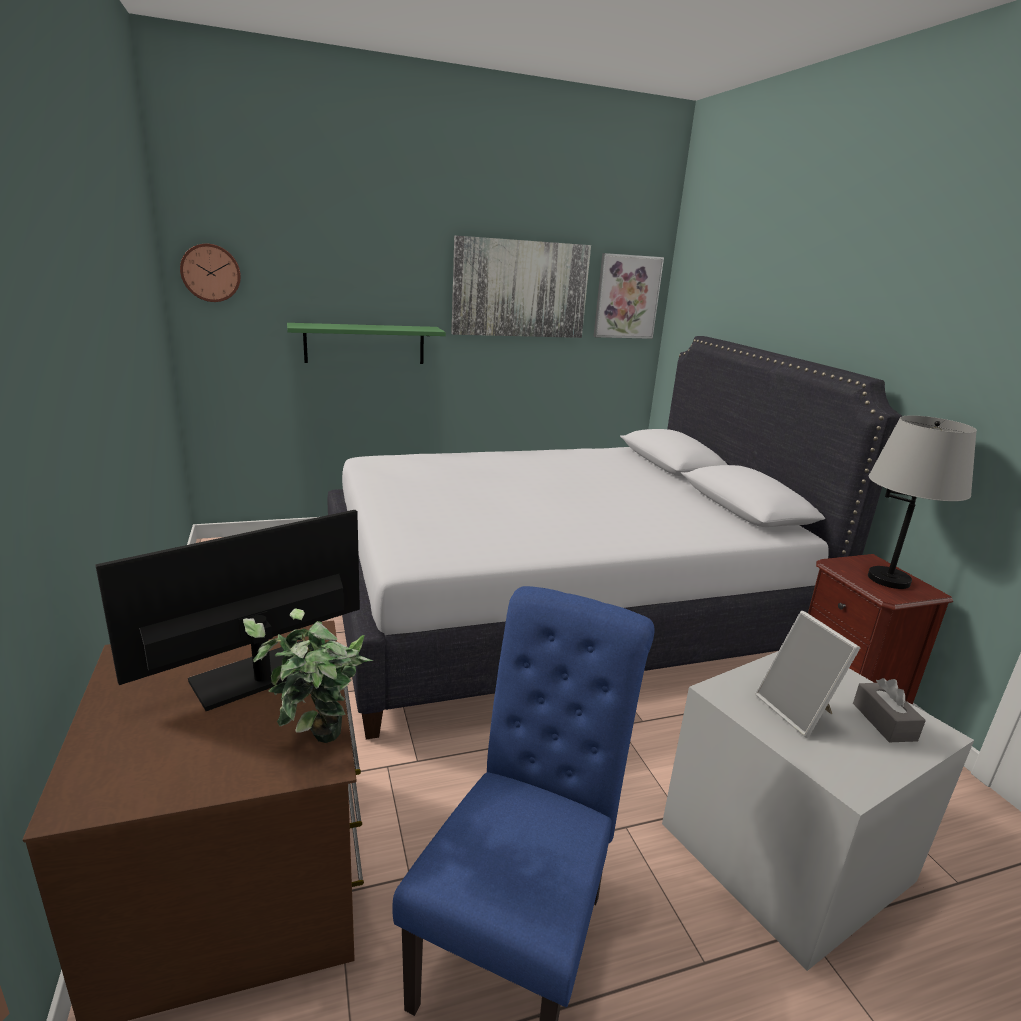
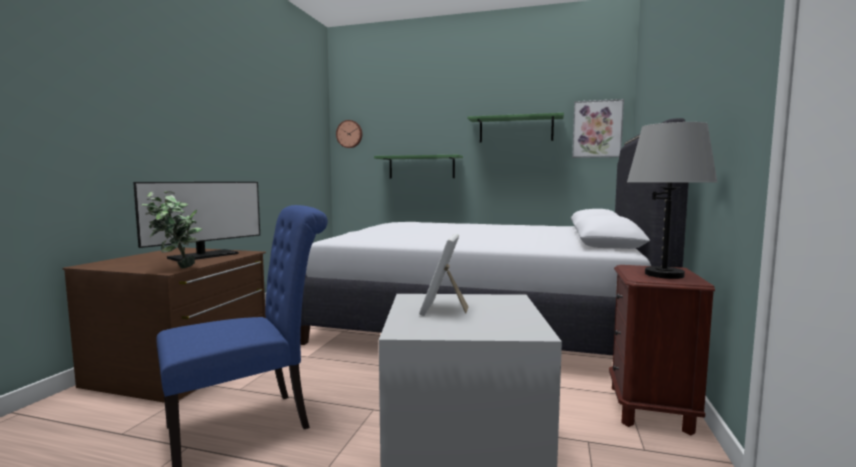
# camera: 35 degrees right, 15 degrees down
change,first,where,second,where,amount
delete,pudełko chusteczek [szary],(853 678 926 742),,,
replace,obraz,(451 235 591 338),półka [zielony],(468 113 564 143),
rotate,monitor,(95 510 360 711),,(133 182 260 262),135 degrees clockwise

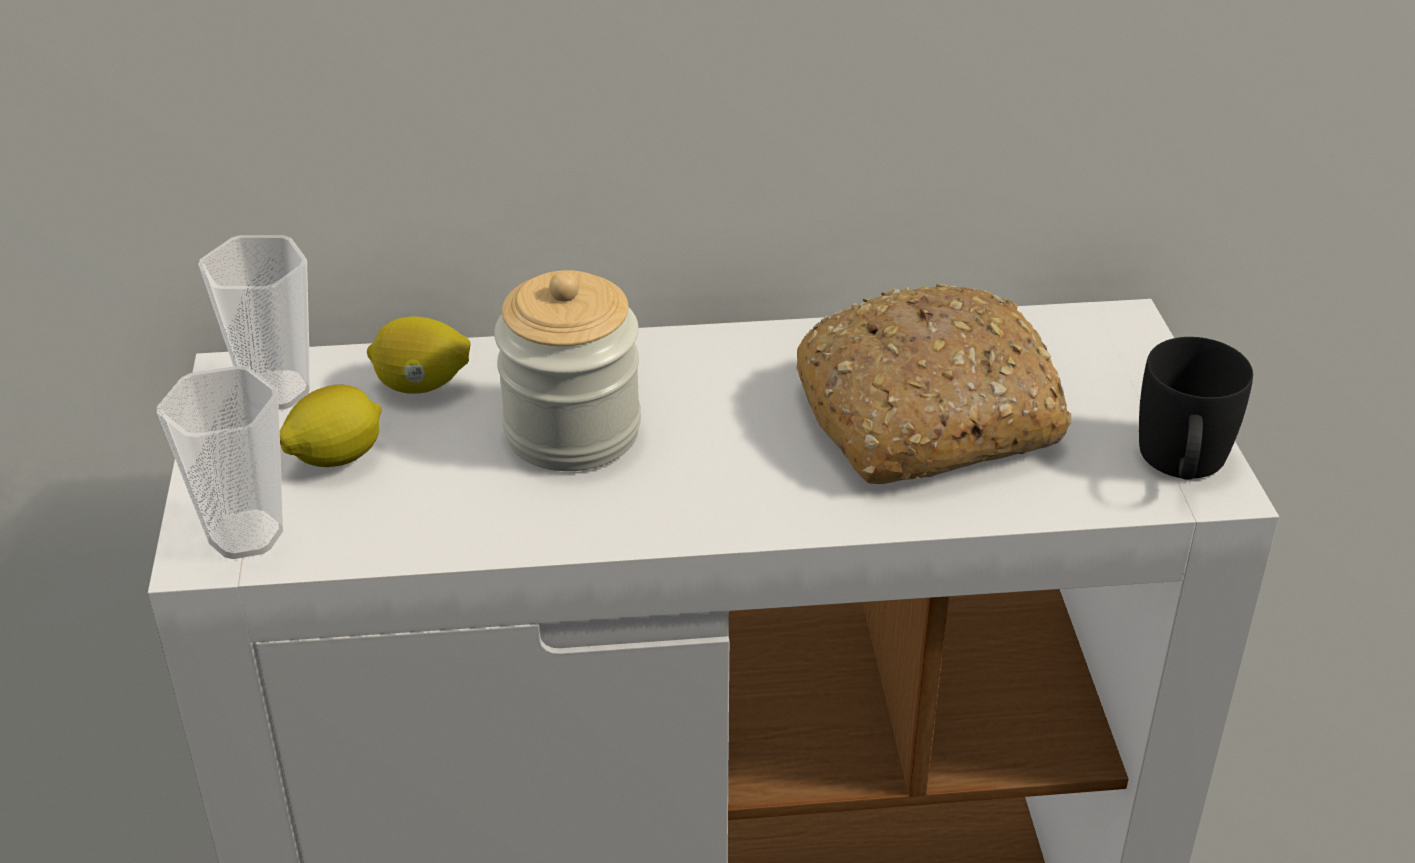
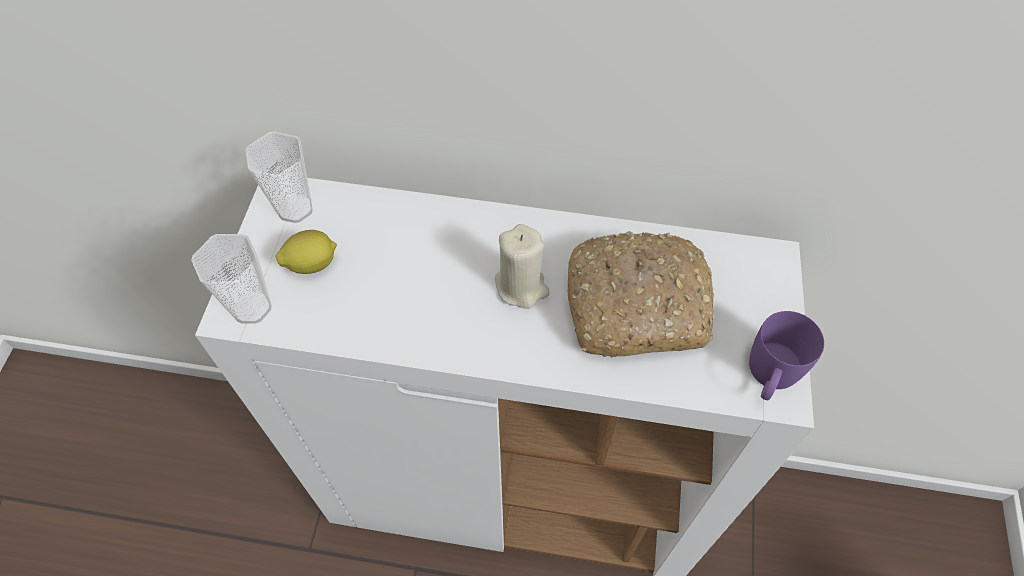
# camera: 15 degrees right, 20 degrees up
change,first,where,second,where,amount
delete,cytryna,(367 316 470 394),,,
delete,słoik,(494 270 641 471),,,
insert,,,świeca [beżowy],(495 224 550 309),
recolor,kubek [czarny],(1139 337 1253 480),kubek [fioletowy],(749 311 824 400),

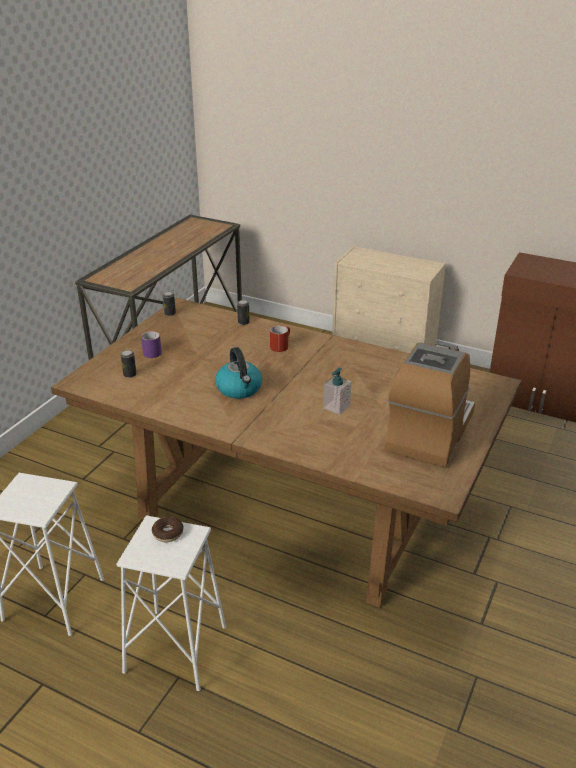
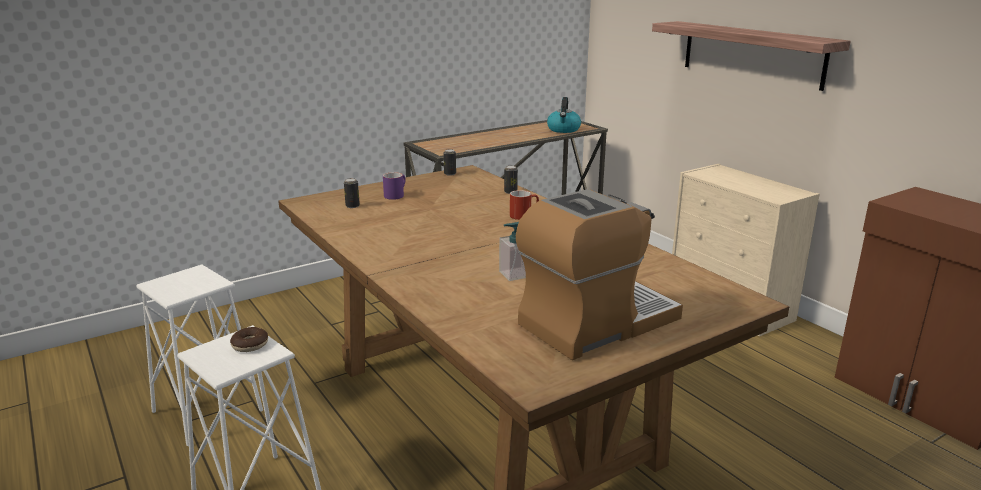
# camera: 30 degrees right, 10 degrees down
change,first,where,second,where,amount
insert,,,półka,(652 21 851 91),
move,czajnik,(215 347 262 399),,(547 97 581 133),

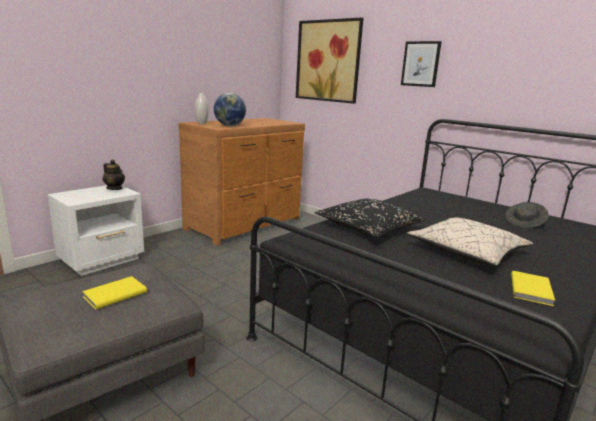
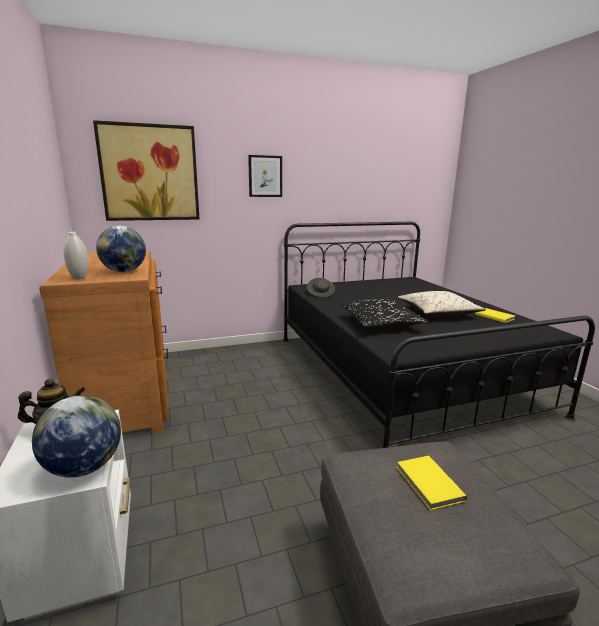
# camera: 60 degrees left, 0 degrees up
change,first,where,second,where,amount
insert,,,globus,(32 395 121 478),
move,kapelusz [szary],(506 202 549 228),,(307 278 335 297),

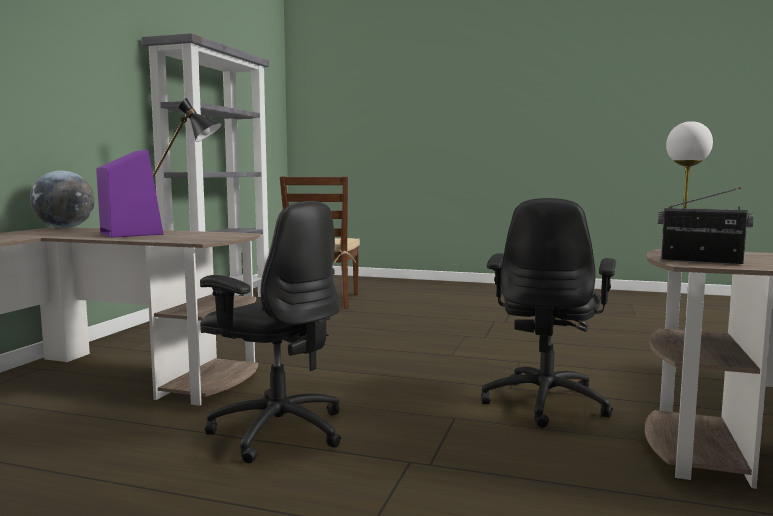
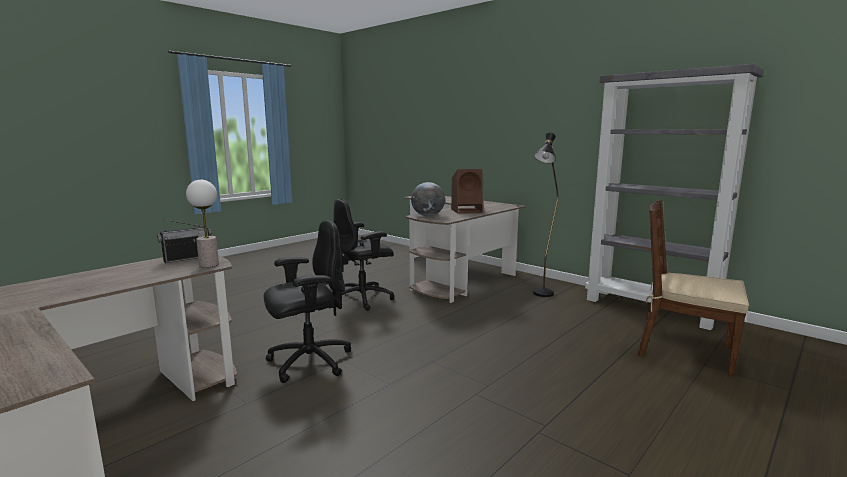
# camera: 115 degrees right, 5 degrees up
change,first,where,second,where,amount
move,globus,(30 171 95 228),,(411 182 445 216),
recolor,głośnik [fioletowy],(96 150 163 238),głośnik [brązowy],(451 169 483 214),
rotate,krzesło biurowe [czarny],(481 198 616 428),,(263 220 351 383),105 degrees clockwise

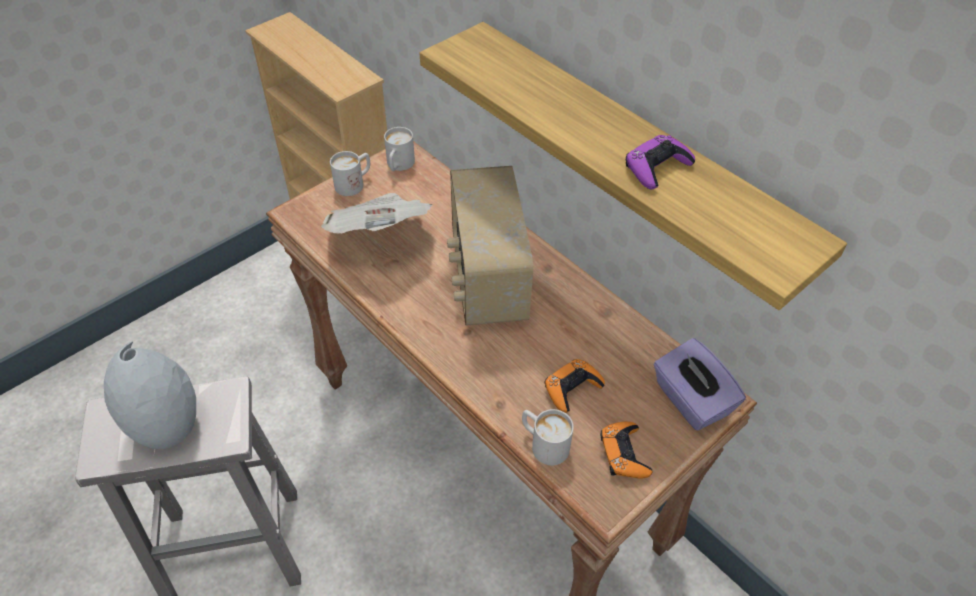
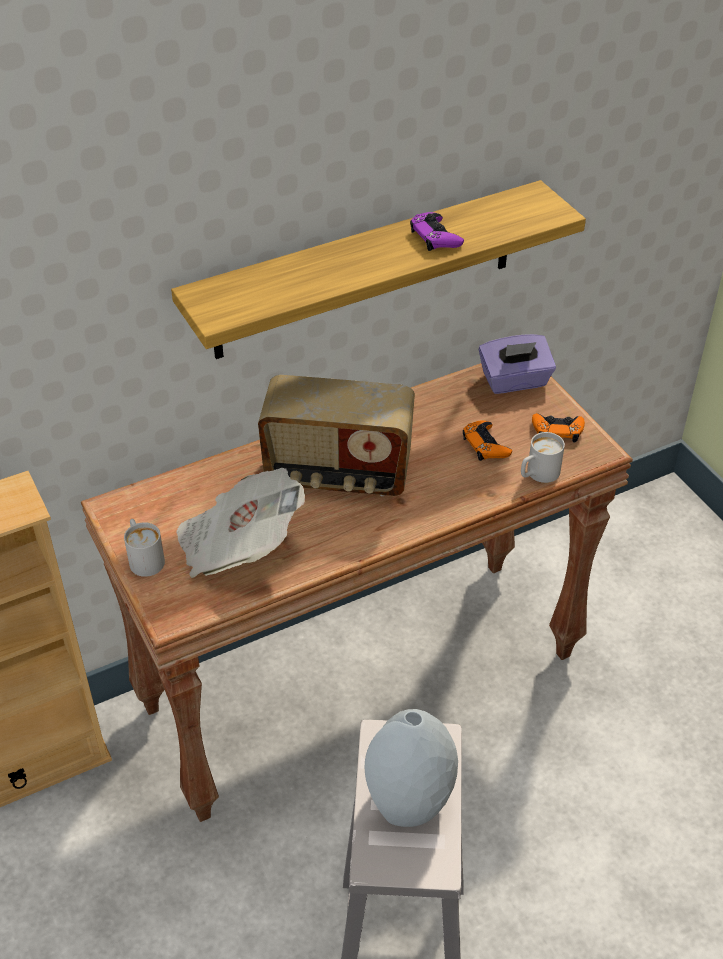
# camera: 75 degrees left, 5 degrees down
change,first,where,second,where,amount
delete,kubek [biały],(384 127 415 171),,,

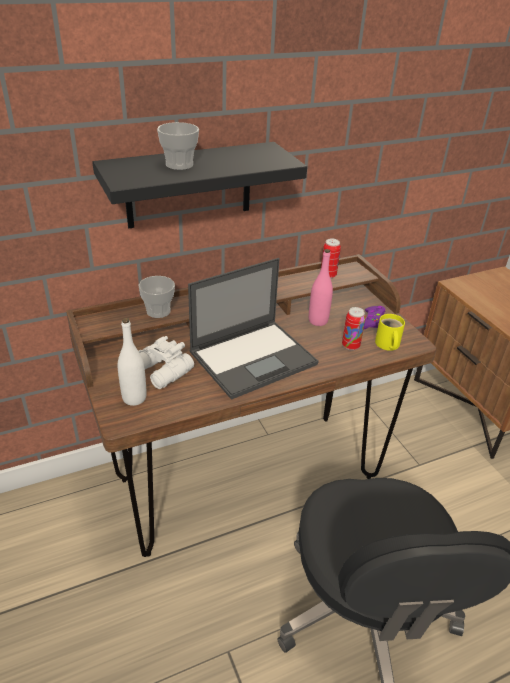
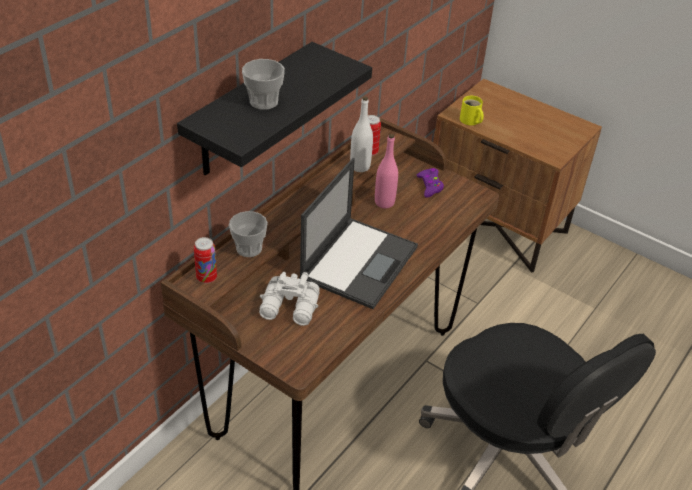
# camera: 30 degrees left, 5 degrees up
change,first,where,second,where,amount
move,butelka [biały],(118 318 147 406),,(350 96 373 172),
move,puszka,(342 307 366 350),,(194 237 217 284),
move,kubek [żółty],(375 314 405 351),,(460 96 484 125),

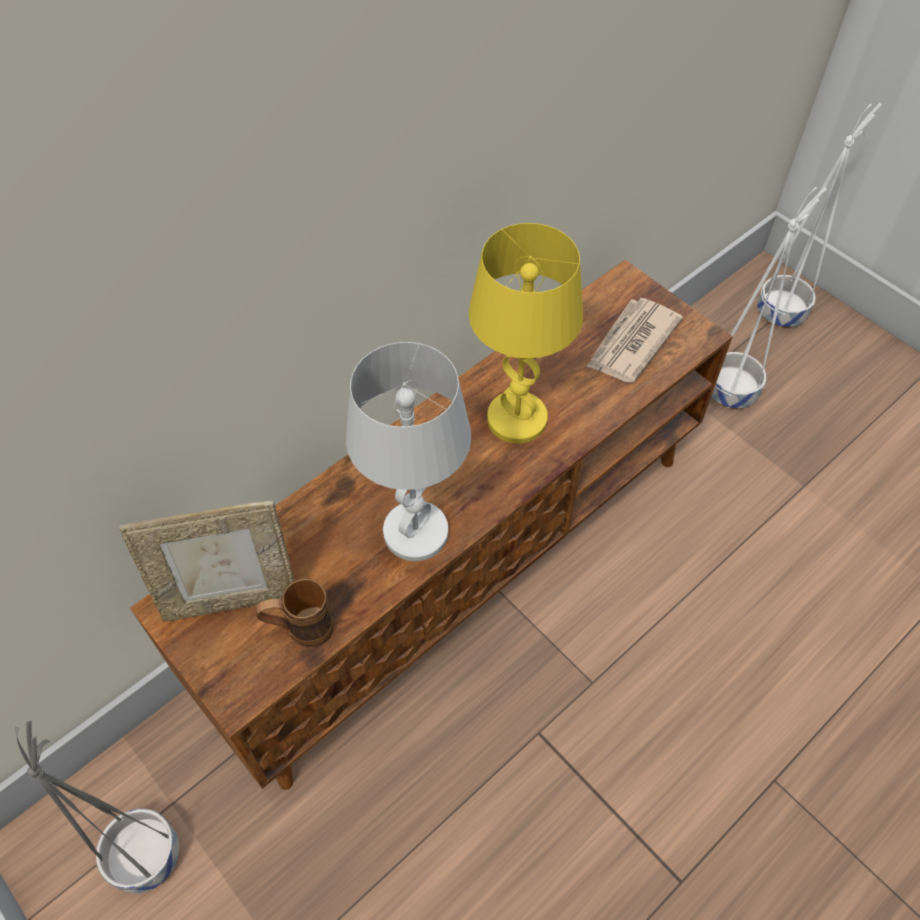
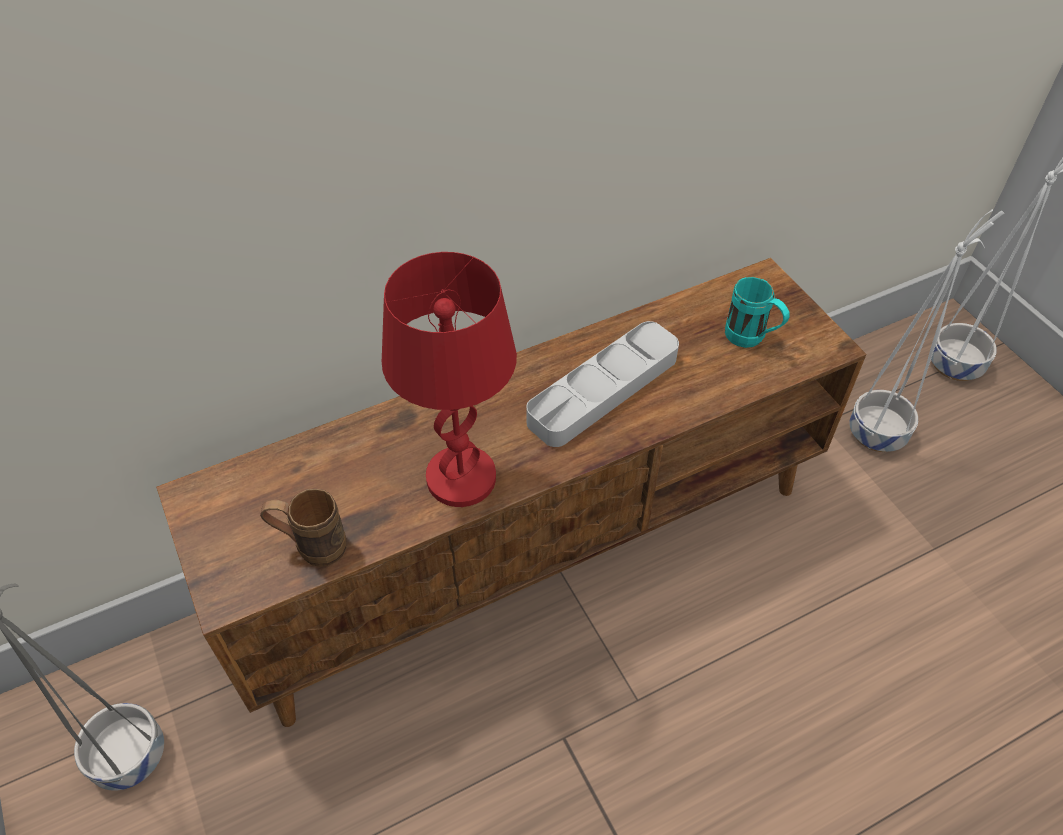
# camera: 15 degrees right, 5 degrees down
change,first,where,second,where,amount
delete,ramka na zdjęcie,(119 501 295 622),,,
replace,lampa stołowa [żółty],(469 223 583 444),taca [szary],(526 321 679 447),
replace,gazeta,(586 298 683 383),kubek [turkusowy],(725 277 790 348),
recolor,lampa stołowa [biały],(346 342 471 561),lampa stołowa [czerwony],(382 252 517 507),

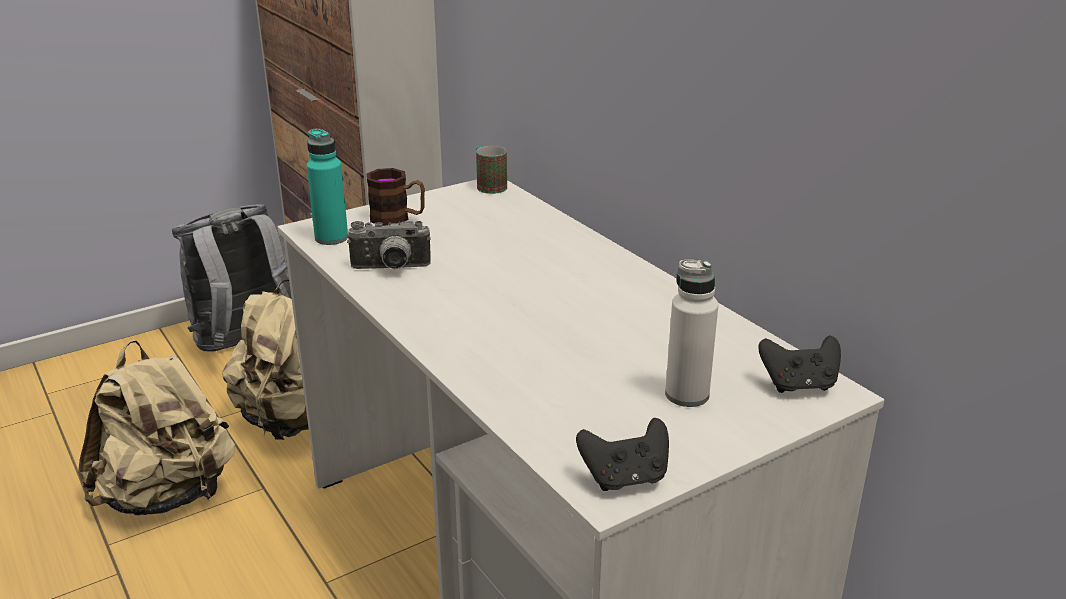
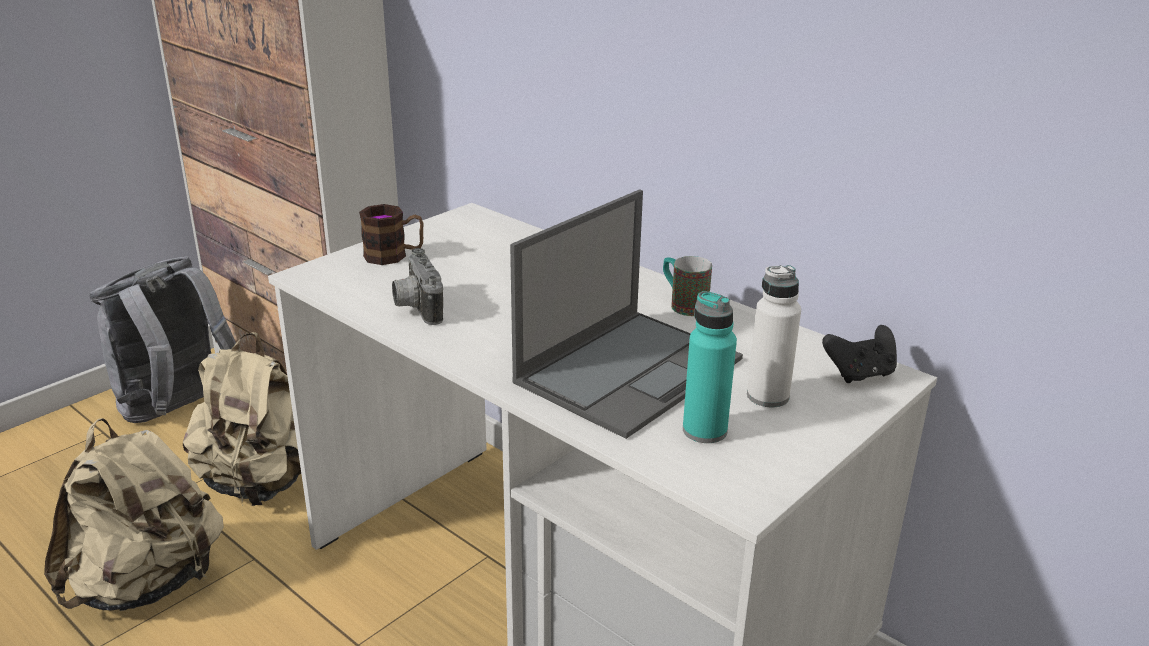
# camera: 15 degrees left, 0 degrees up
change,first,where,second,where,amount
delete,pad do gier [czarny],(576 418 669 491),,,
insert,,,laptop,(510 190 743 439),
move,butelka [turkusowy],(307 129 348 245),,(683 291 737 443),
move,kubek,(476 146 507 194),,(663 256 712 316),
rotate,aparat fotograficzny,(347 221 431 269),,(392 248 443 325),90 degrees clockwise

